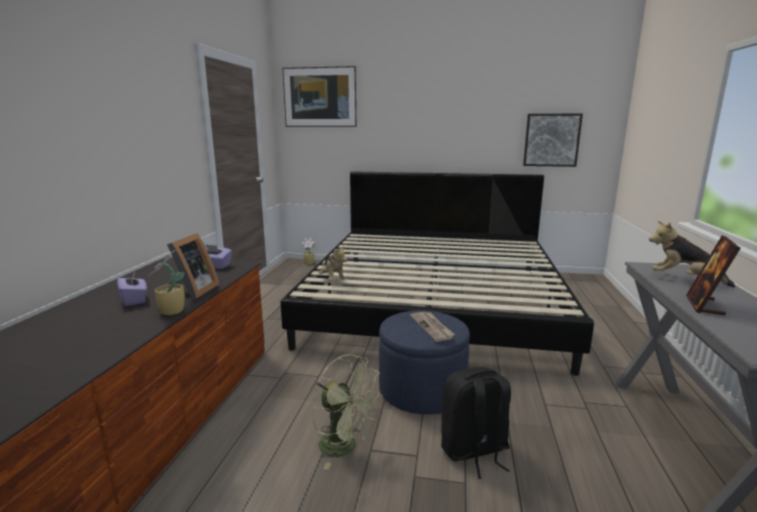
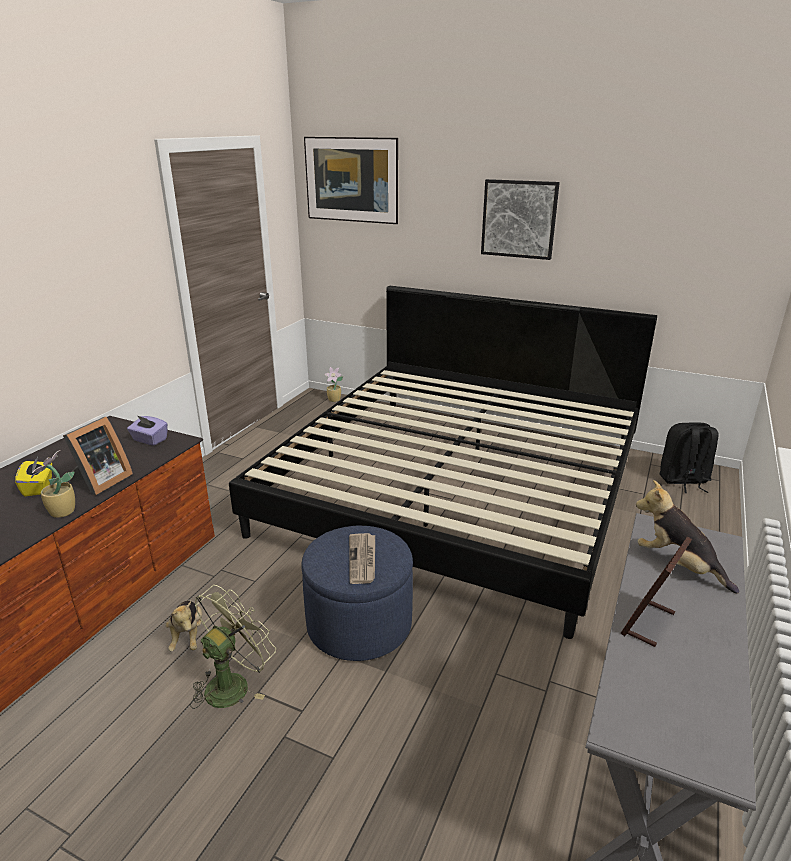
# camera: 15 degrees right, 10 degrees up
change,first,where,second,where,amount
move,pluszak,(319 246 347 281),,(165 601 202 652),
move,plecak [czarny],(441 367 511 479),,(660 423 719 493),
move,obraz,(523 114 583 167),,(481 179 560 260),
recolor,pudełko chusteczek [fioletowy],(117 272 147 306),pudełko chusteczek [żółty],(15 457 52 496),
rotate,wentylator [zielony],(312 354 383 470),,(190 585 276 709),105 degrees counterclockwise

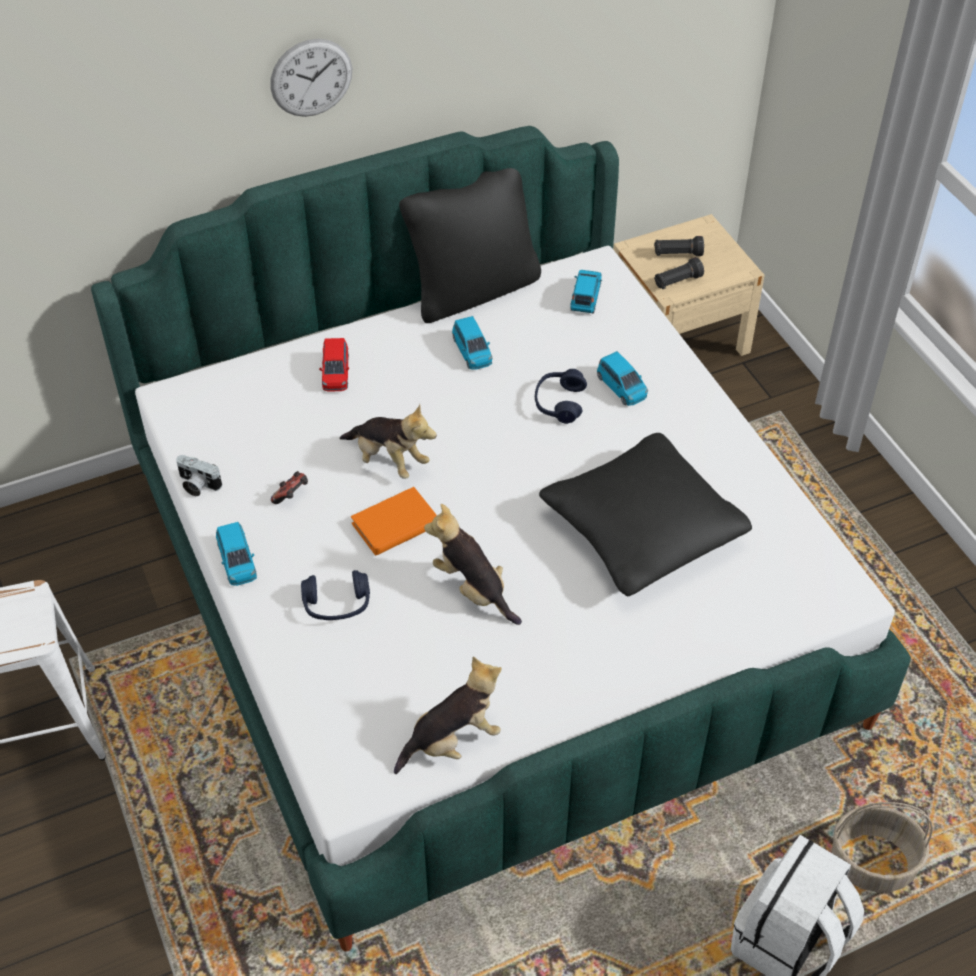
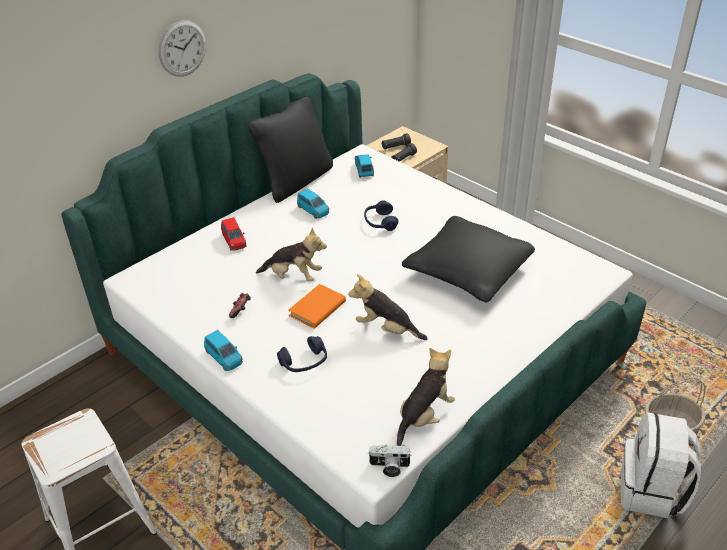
# camera: 20 degrees left, 10 degrees down
change,first,where,second,where,amount
delete,samochodzik [niebieski],(597 351 648 406),,,
move,aparat fotograficzny,(176 455 222 496),,(368 445 412 477),

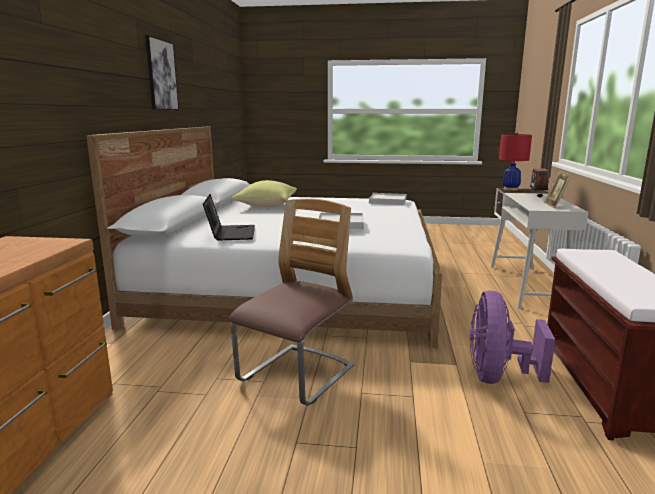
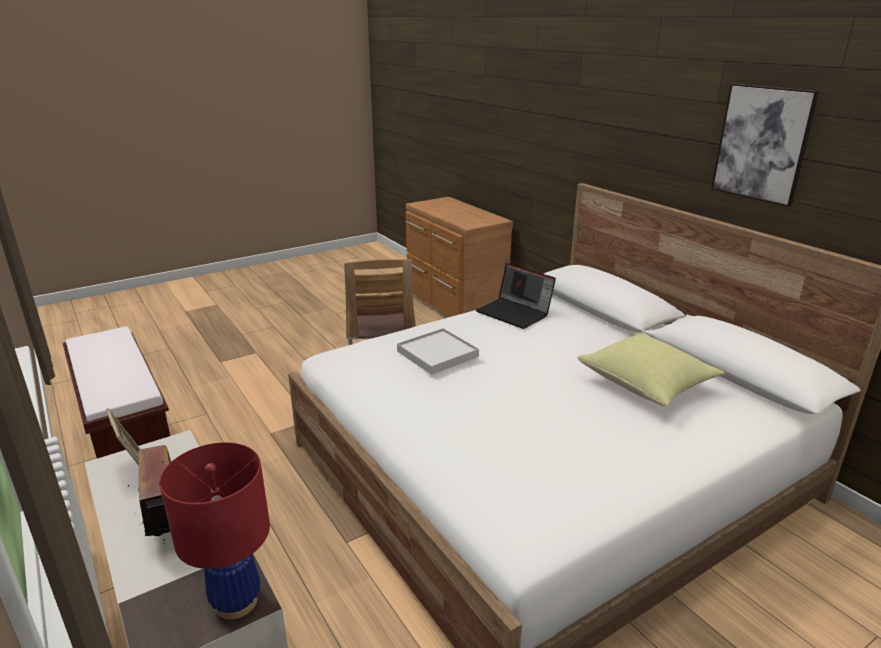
# camera: 140 degrees right, 10 degrees up
change,first,where,second,where,amount
delete,taca [biały],(369 193 407 205),,,
delete,wentylator [fioletowy],(469 291 555 384),,,

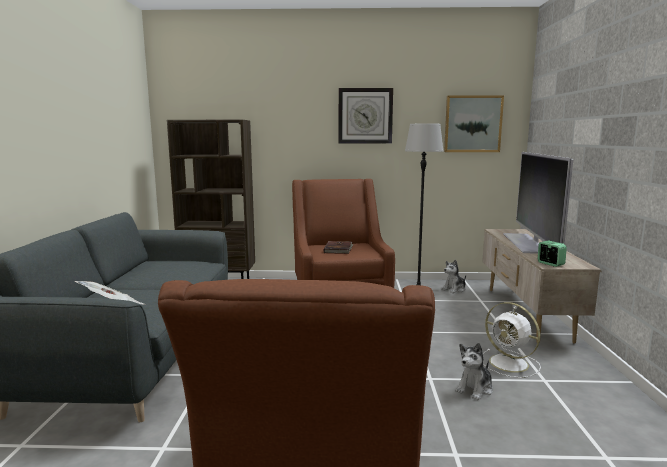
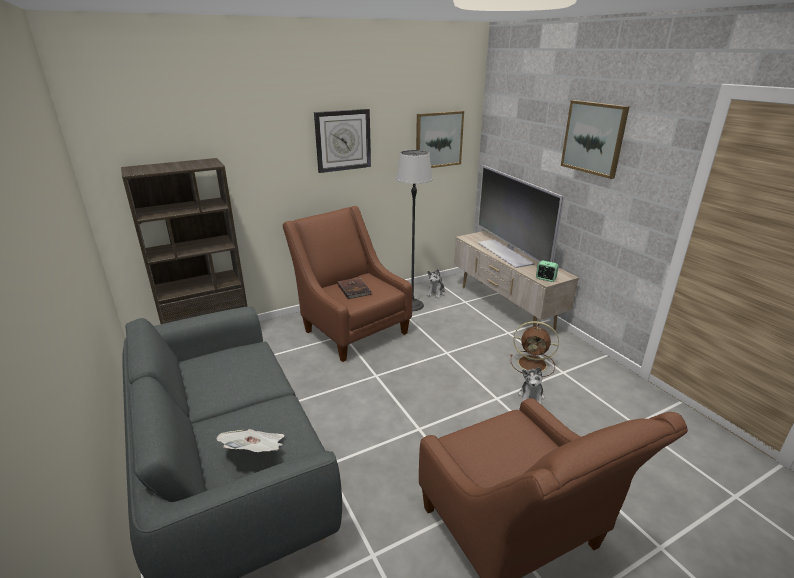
# camera: 30 degrees left, 15 degrees up
change,first,where,second,where,amount
insert,,,obraz,(561 100 630 179),
recolor,wentylator [biały],(483 302 541 378),wentylator [brązowy],(510 321 559 377),

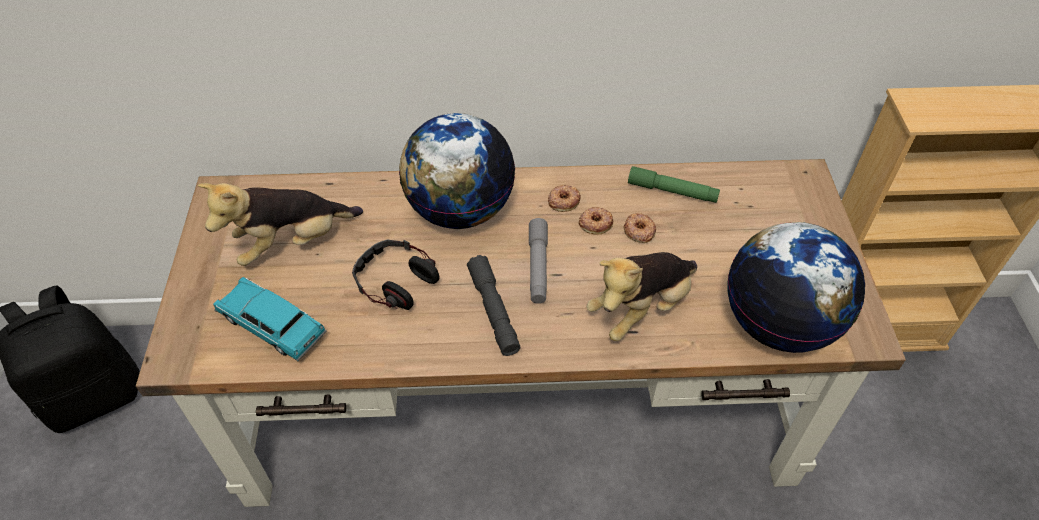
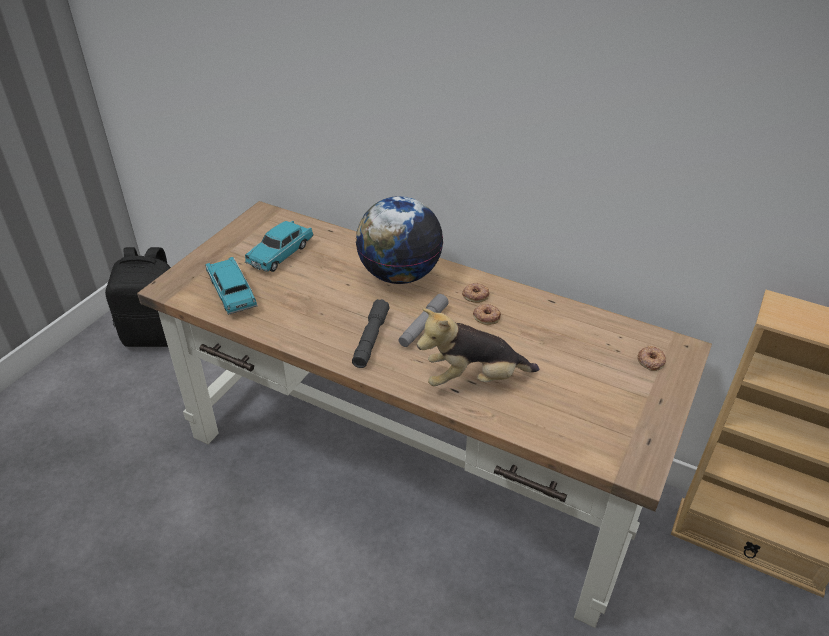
# camera: 30 degrees right, 10 degrees down
change,first,where,second,where,amount
delete,słuchawki,(352 239 440 310),,,
delete,latarka [zielony],(628 166 720 203),,,
delete,globus,(728 222 865 353),,,
move,donut,(623 213 656 243),,(638 346 666 371),
replace,pluszak,(198 183 363 266),samochodzik [turkusowy],(245 221 314 272),

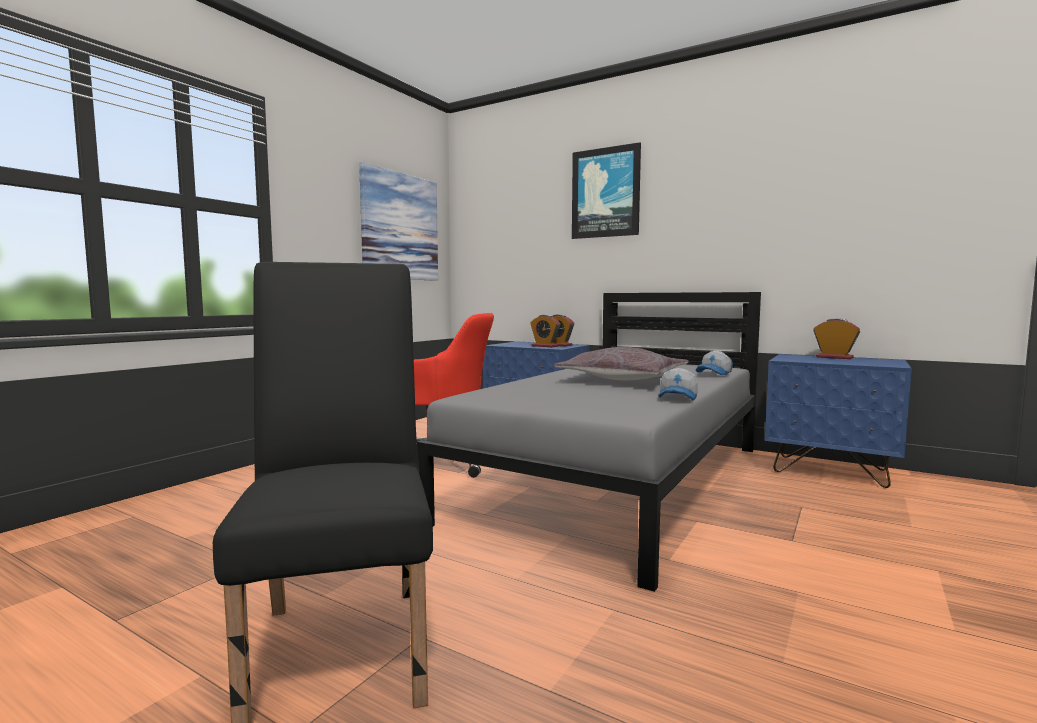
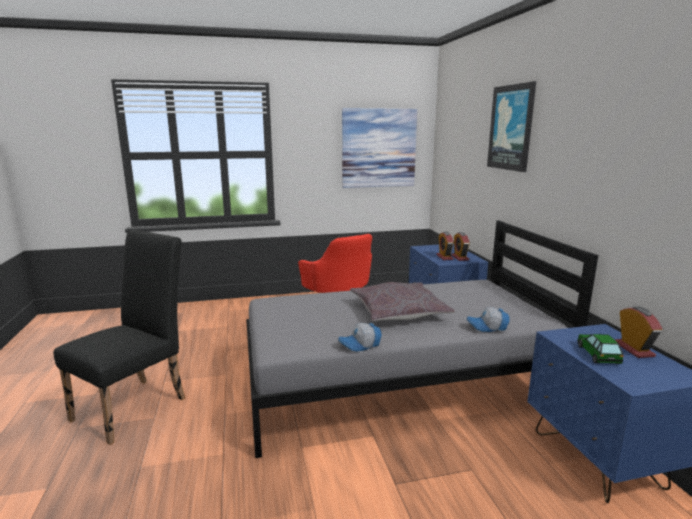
# camera: 45 degrees right, 10 degrees up
change,first,where,second,where,amount
insert,,,samochodzik,(577 334 624 364),

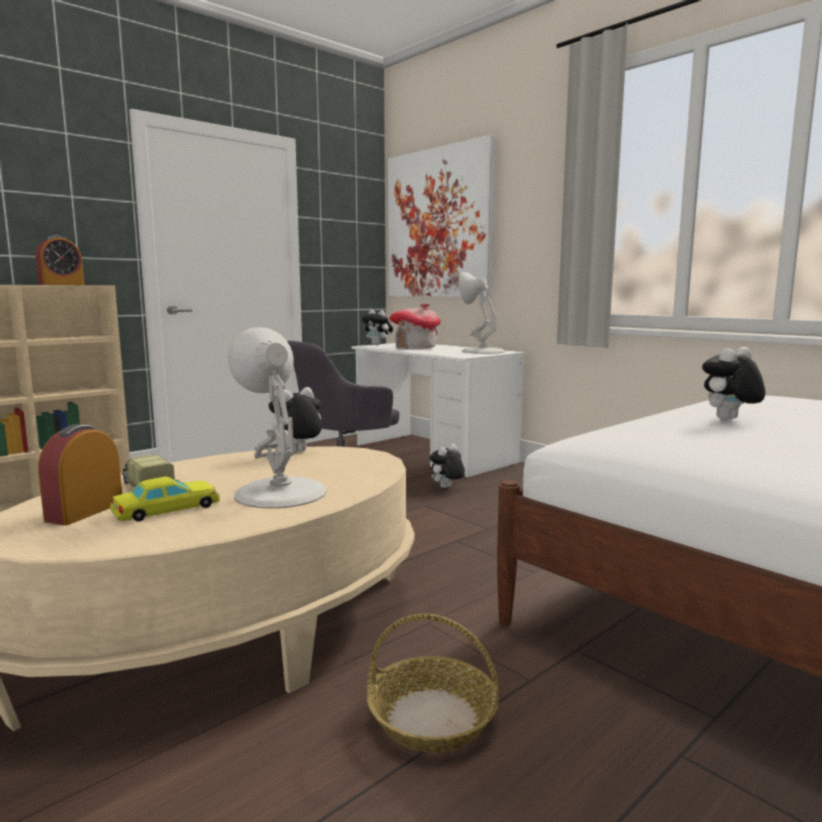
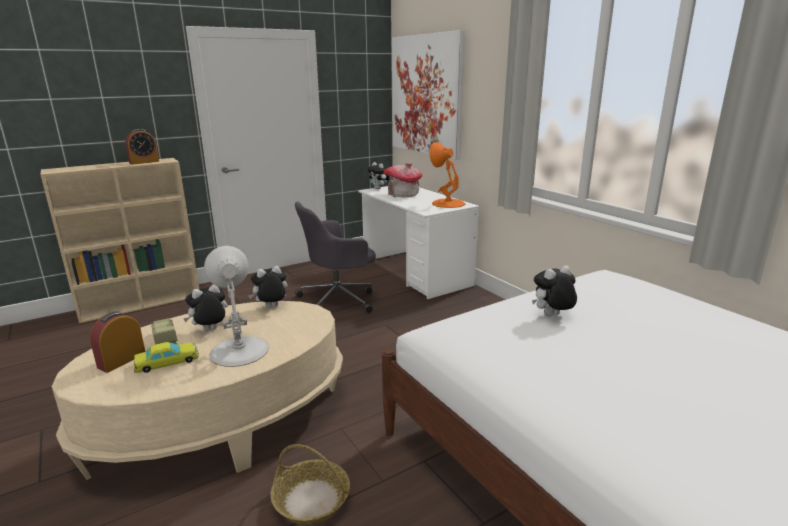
# camera: 10 degrees right, 10 degrees up
change,first,where,second,where,amount
move,pluszak,(429 444 465 488),,(184 284 228 330),
recolor,lampa stołowa [biały],(459 272 505 354),lampa stołowa [pomarańczowy],(430 142 465 208),

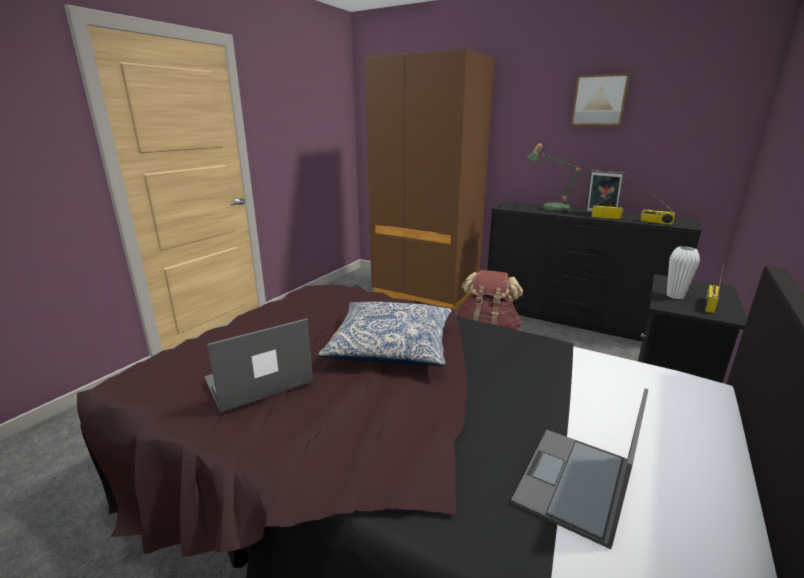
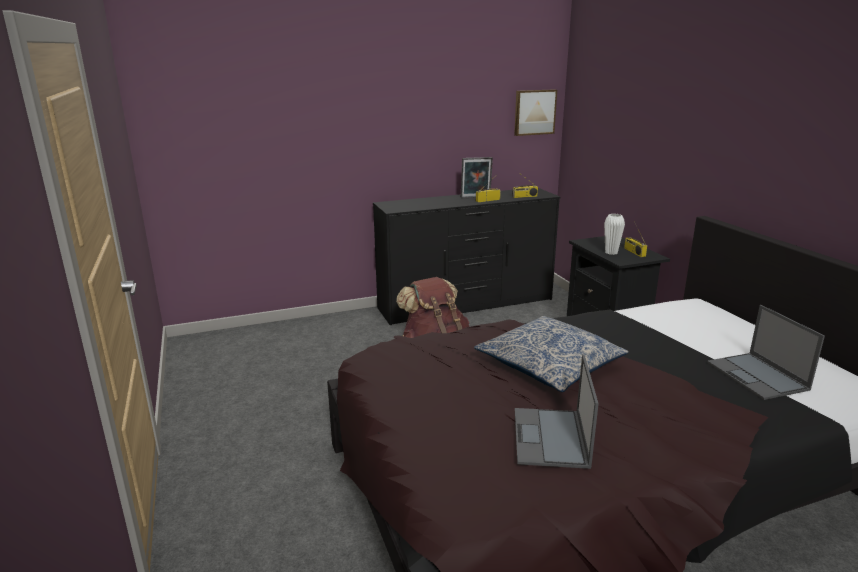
# camera: 50 degrees left, 0 degrees up
change,first,where,second,where,amount
delete,szafa [brązowy],(365 49 495 310),,,
delete,lampa stołowa,(527 143 583 212),,,
move,obraz,(571 73 630 126),,(514 89 557 136),

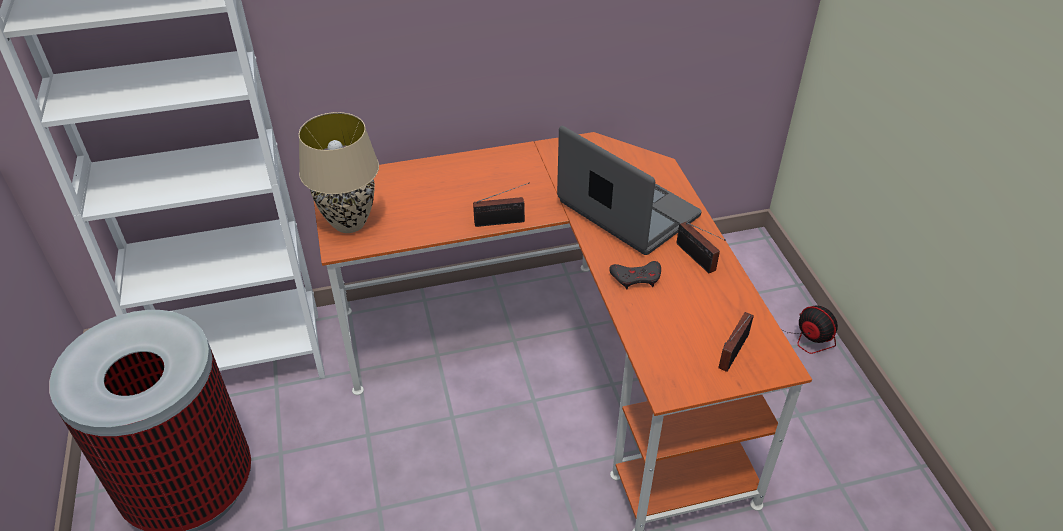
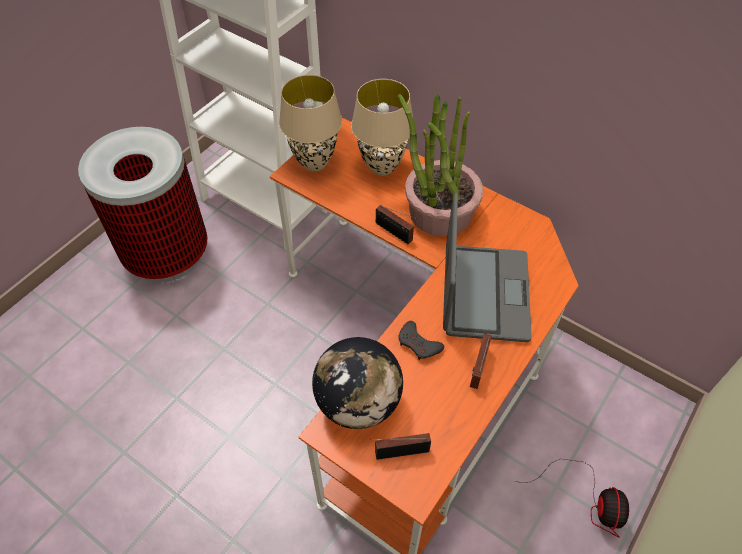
# camera: 50 degrees right, 10 degrees up
change,first,where,second,where,amount
insert,,,globus,(312 337 403 429),
insert,,,lampa stołowa [beżowy],(351 79 413 176),
insert,,,roślina doniczkowa,(398 94 483 236),

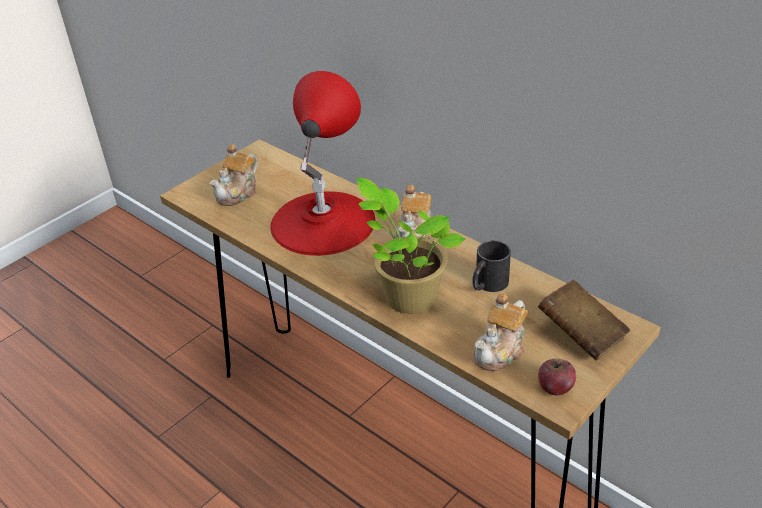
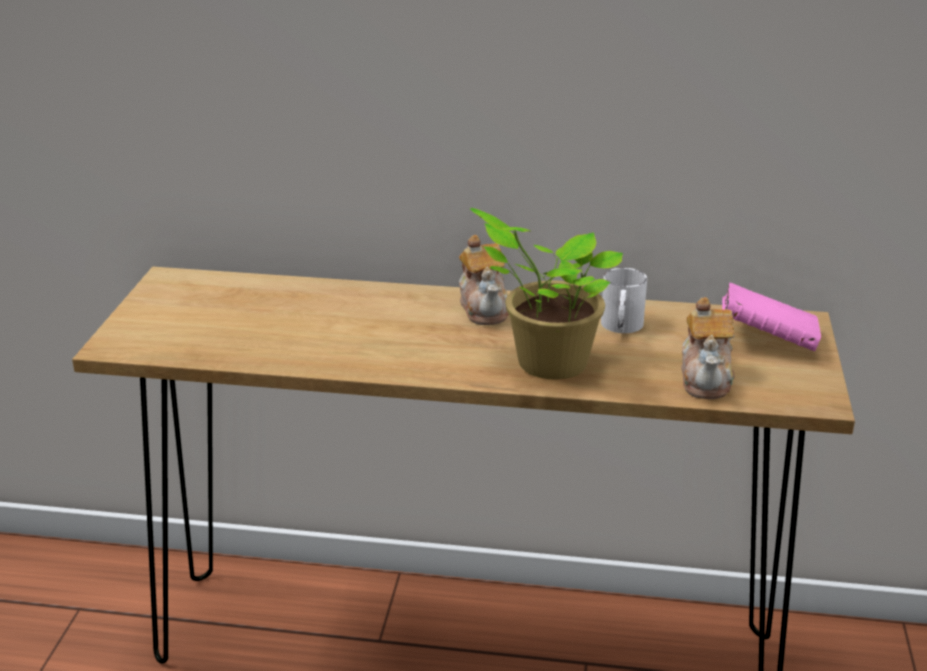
# camera: 35 degrees left, 10 degrees down
change,first,where,second,where,amount
delete,imbryk,(210 144 258 206),,,
delete,lampa stołowa [czerwony],(270 71 375 256),,,
delete,jabłko,(538 359 576 395),,,
recolor,kubek [czarny],(472 240 511 292),kubek [biały],(601 268 647 333),
recolor,książka [brązowy],(538 280 630 360),książka [różowy],(722 282 821 351),

